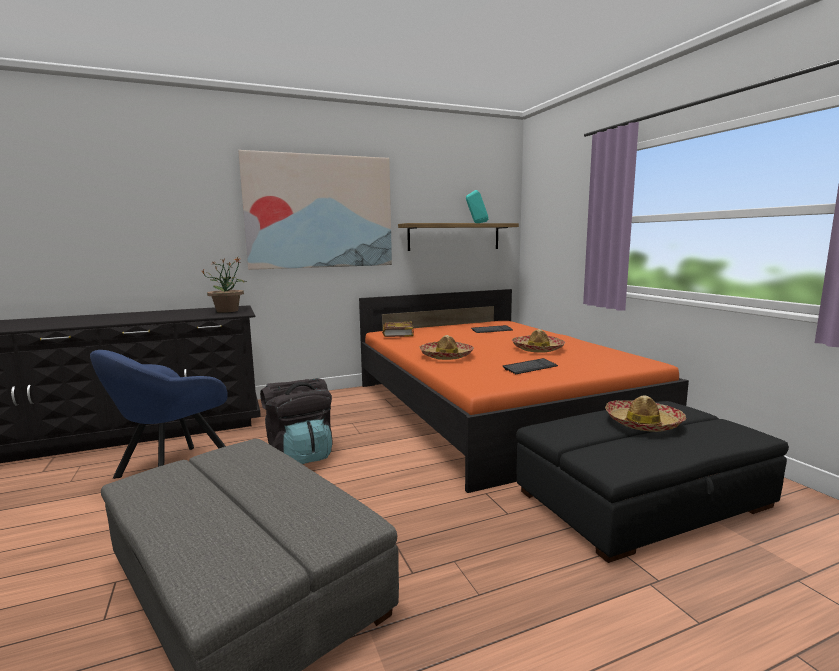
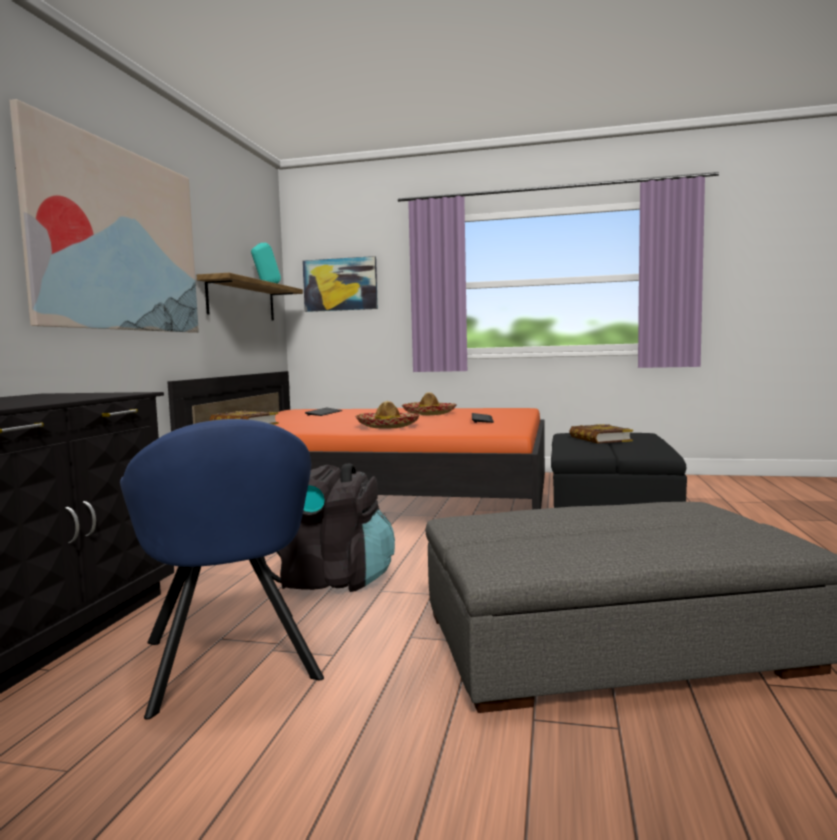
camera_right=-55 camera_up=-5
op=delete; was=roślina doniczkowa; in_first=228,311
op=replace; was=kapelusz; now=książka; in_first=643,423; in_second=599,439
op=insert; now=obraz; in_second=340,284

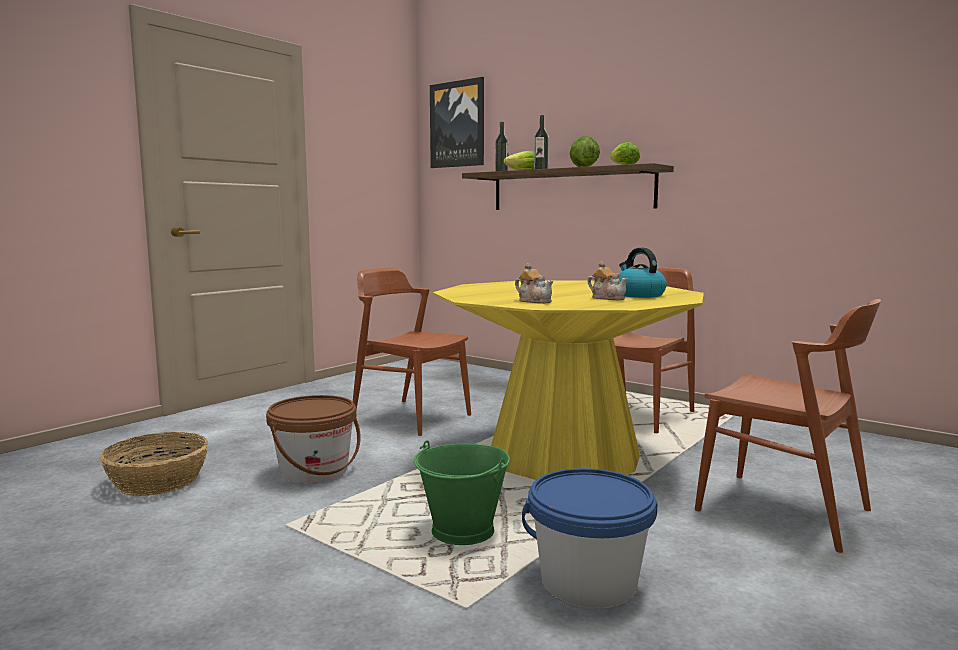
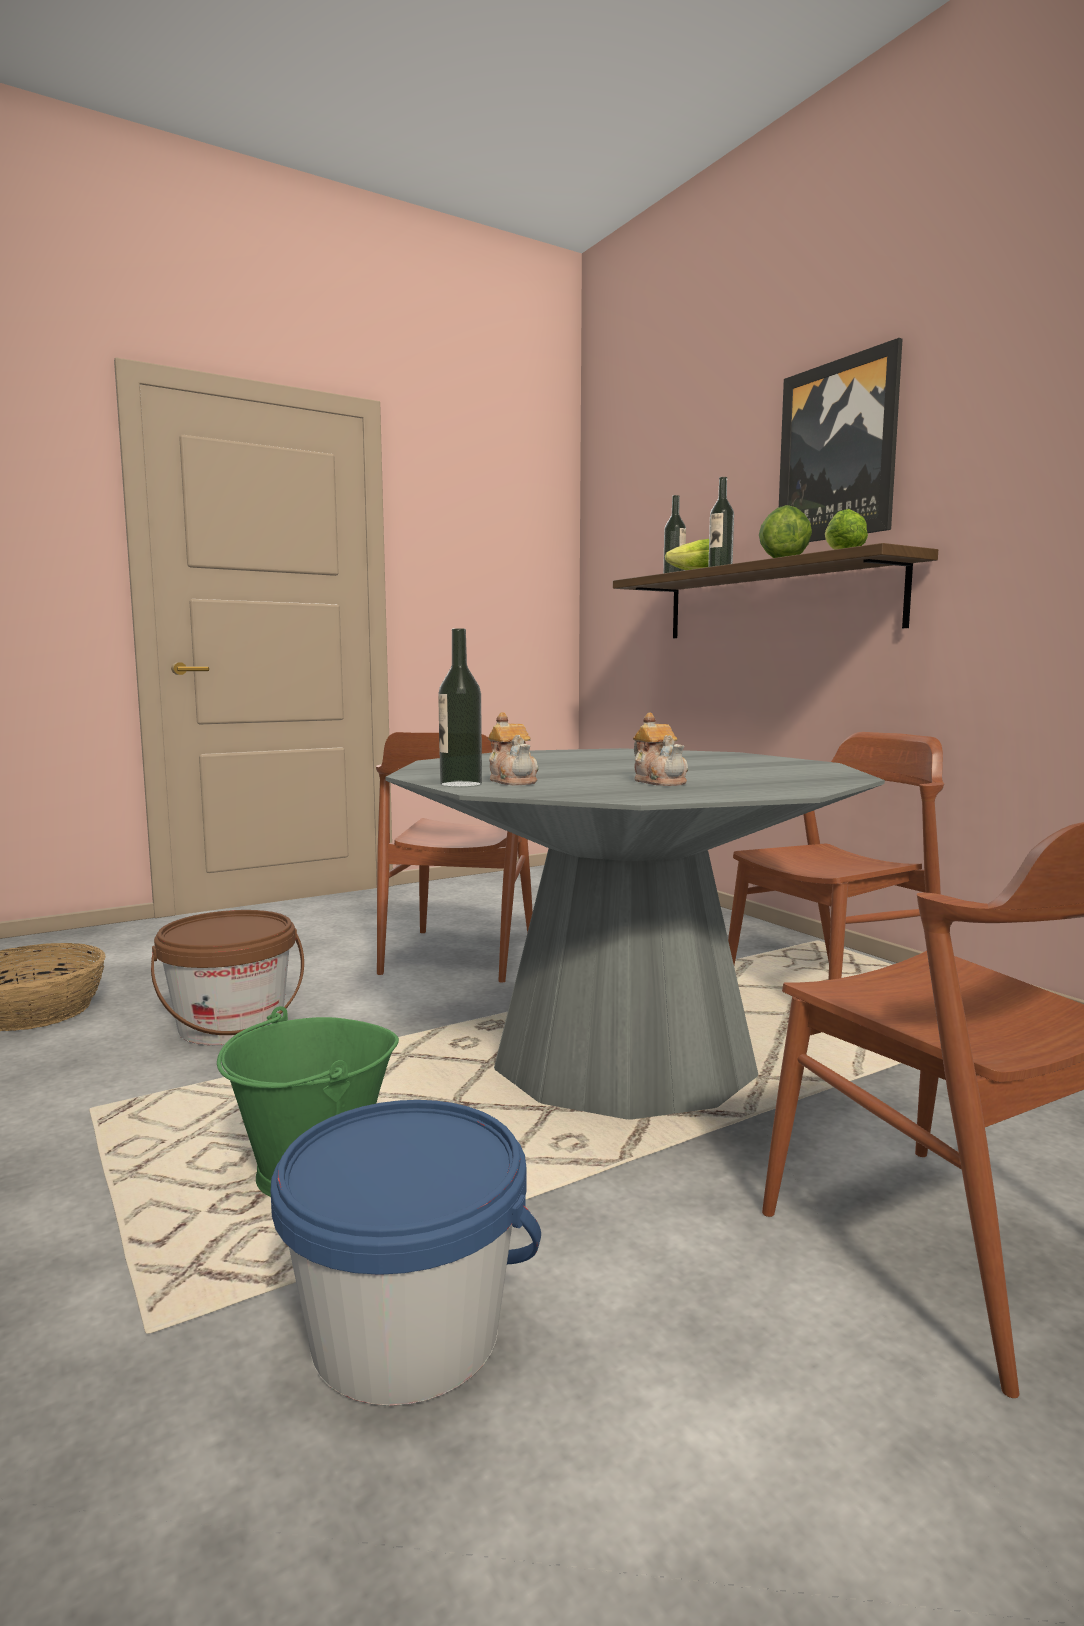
camera_right=20 camera_up=0
op=move; was=obraz; in_first=457,124; in_second=838,451
op=delete; was=czajnik; in_first=639,295
op=rotate; was=krzesło/brązowy; in_first=411,416; in_second=459,955; clockwise=-135
op=recolor; was=stół jadalny/żółty; now=stół jadalny/szary; in_first=564,456; in_second=624,1056
op=insert; now=butelka; in_second=461,784

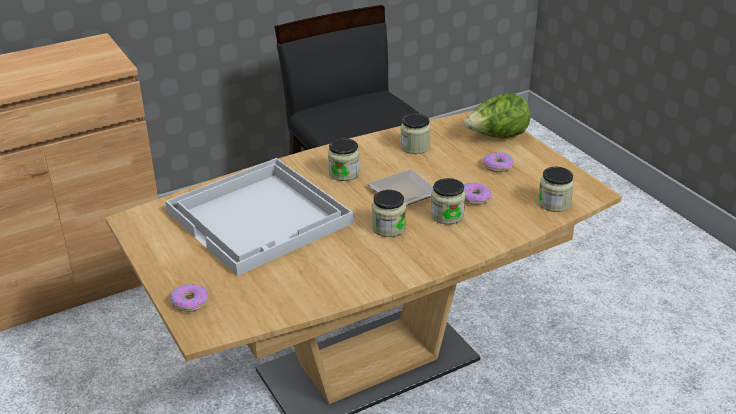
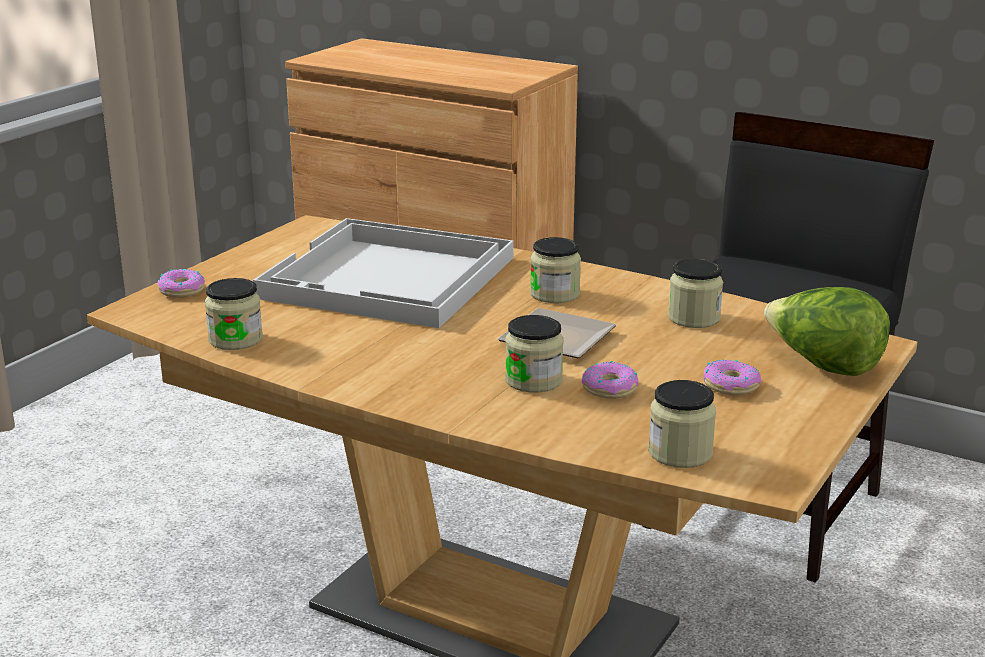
camera_right=60 camera_up=-10
op=move; was=słoik; in_first=388,228; in_second=235,339

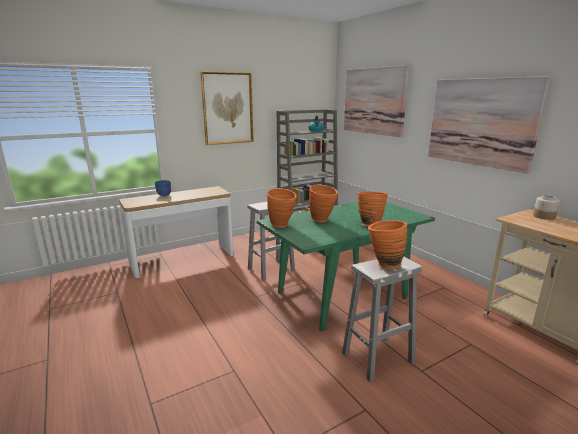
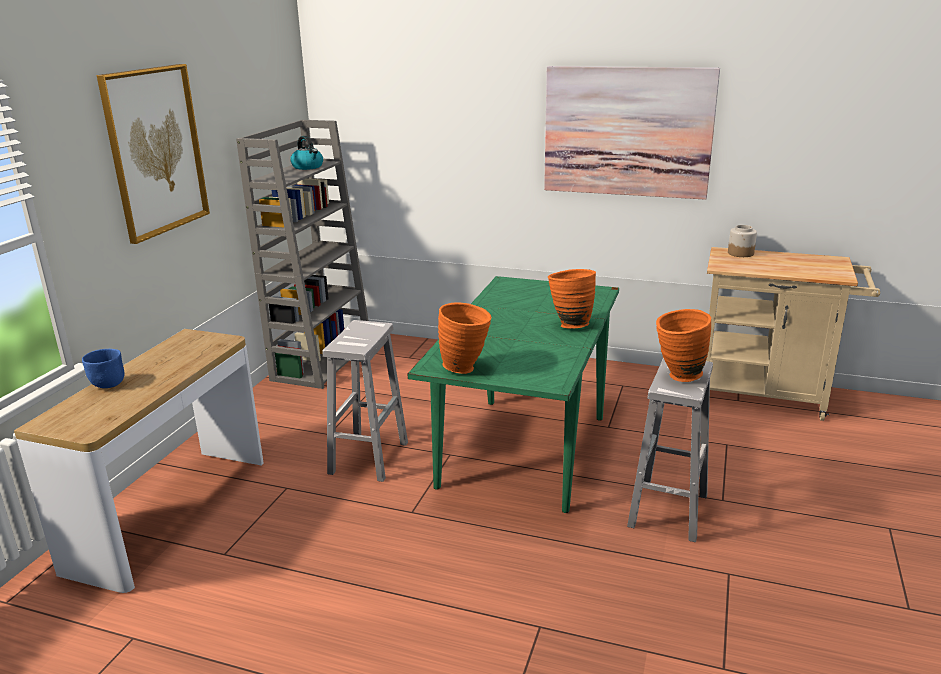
camera_right=-40 camera_up=5
op=delete; was=obraz; in_first=373,101
op=delete; was=wazon/pomarańczowy; in_first=322,220

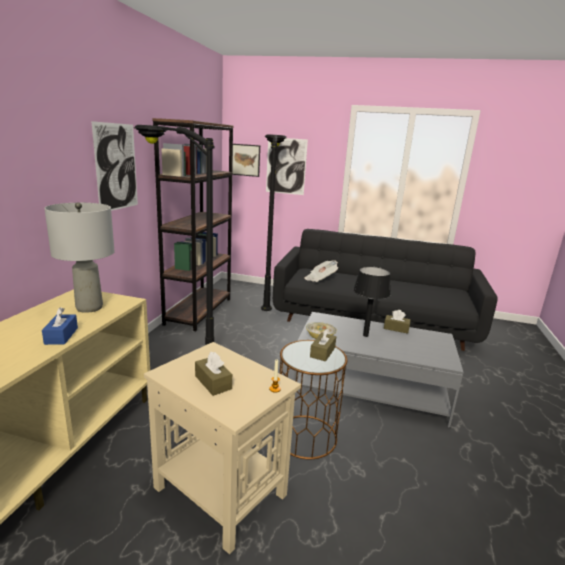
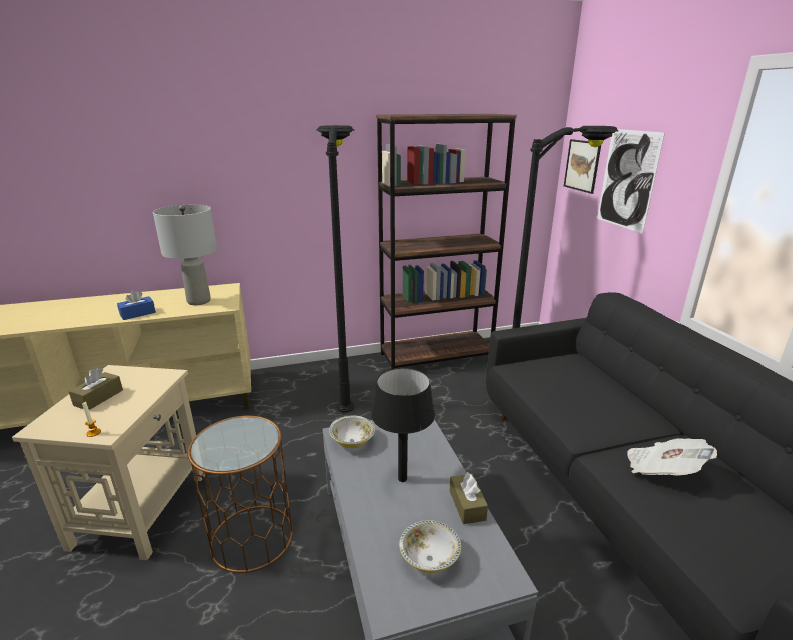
camera_right=60 camera_up=5
op=delete; was=obraz; in_first=116,167
op=move; was=gazeta; in_first=320,279; in_second=662,471
op=delete; was=pudełko chusteczek/brązowy; in_first=322,352
op=insert; now=miska; in_second=429,558

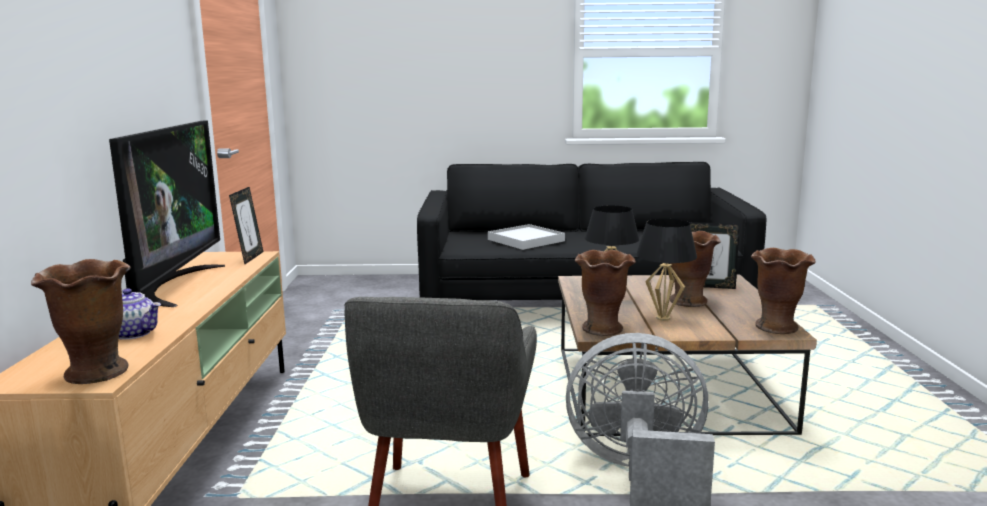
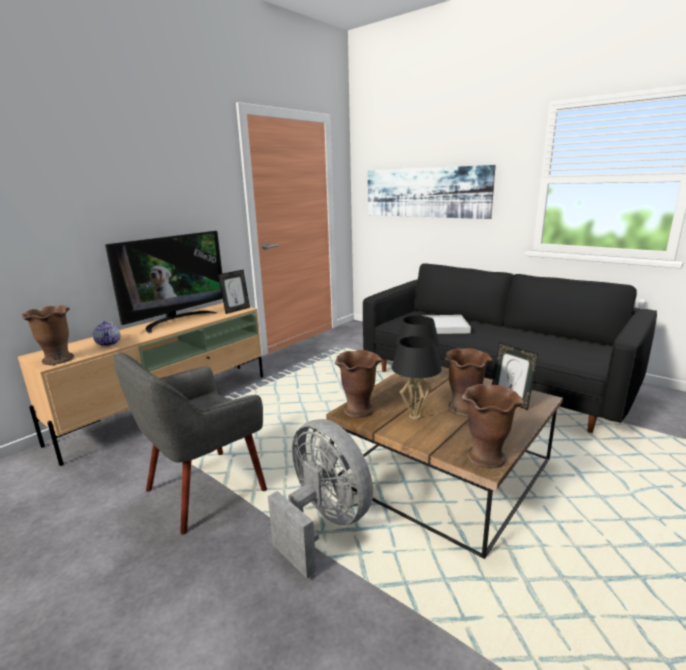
camera_right=40 camera_up=5
op=insert; now=obraz; in_second=425,192

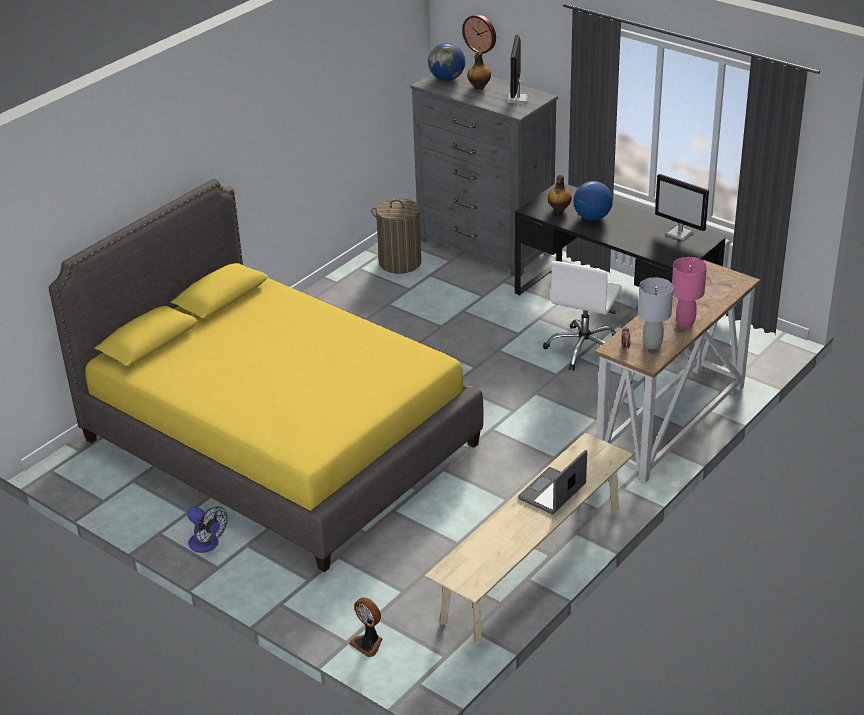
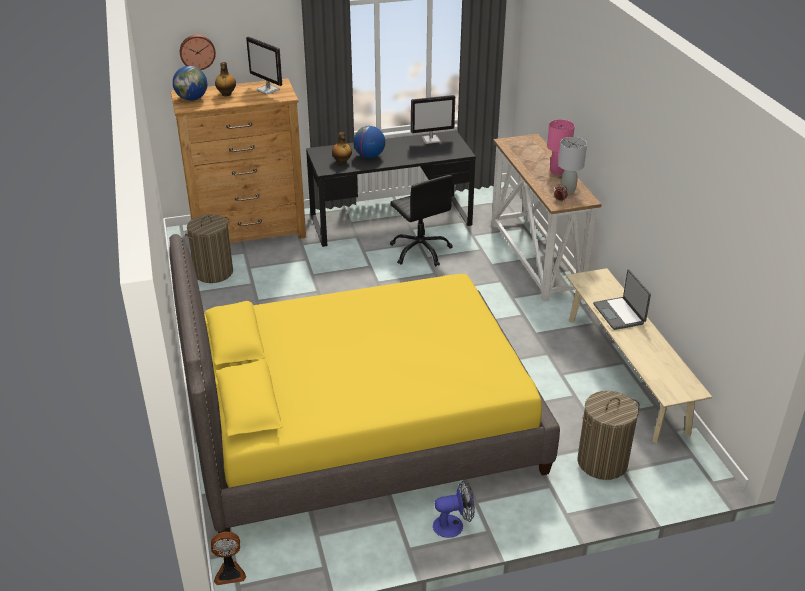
camera_right=-55 camera_up=0
op=recolor; was=komoda/szary; now=komoda/brązowy; in_first=485,246; in_second=249,232
op=recolor; was=krzesło biurowe/biały; now=krzesło biurowe/czarny; in_first=584,349; in_second=420,251
op=move; was=wentylator; in_first=368,643; in_second=230,572
op=insert; now=kosz na pranie; in_second=602,462

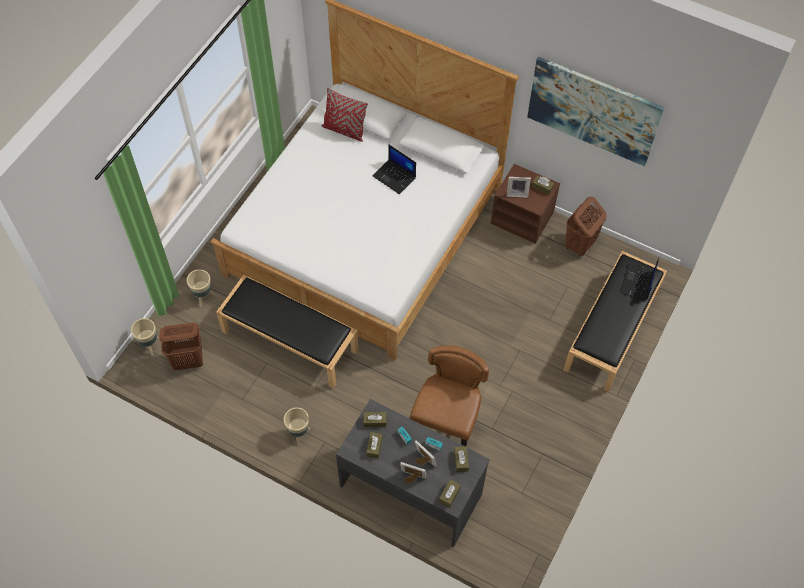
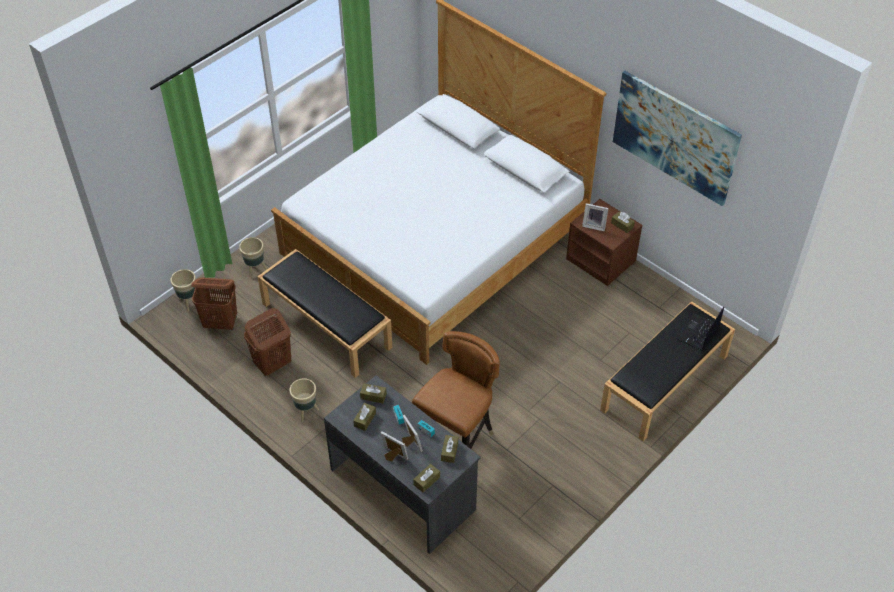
camera_right=15 camera_up=-10
op=delete; was=poduszka/czerwony; in_first=344,130
op=delete; was=laptop; in_first=395,177
op=move; was=kosz na pranie/brązowy; in_first=579,245; in_second=272,365

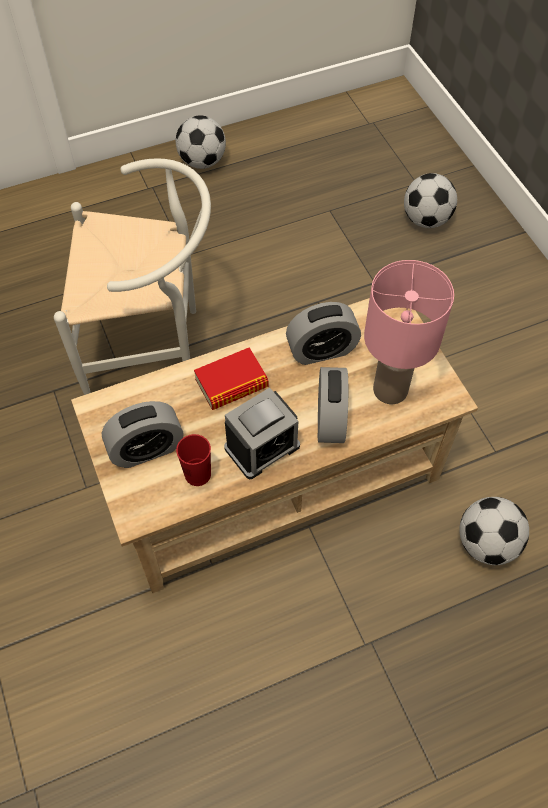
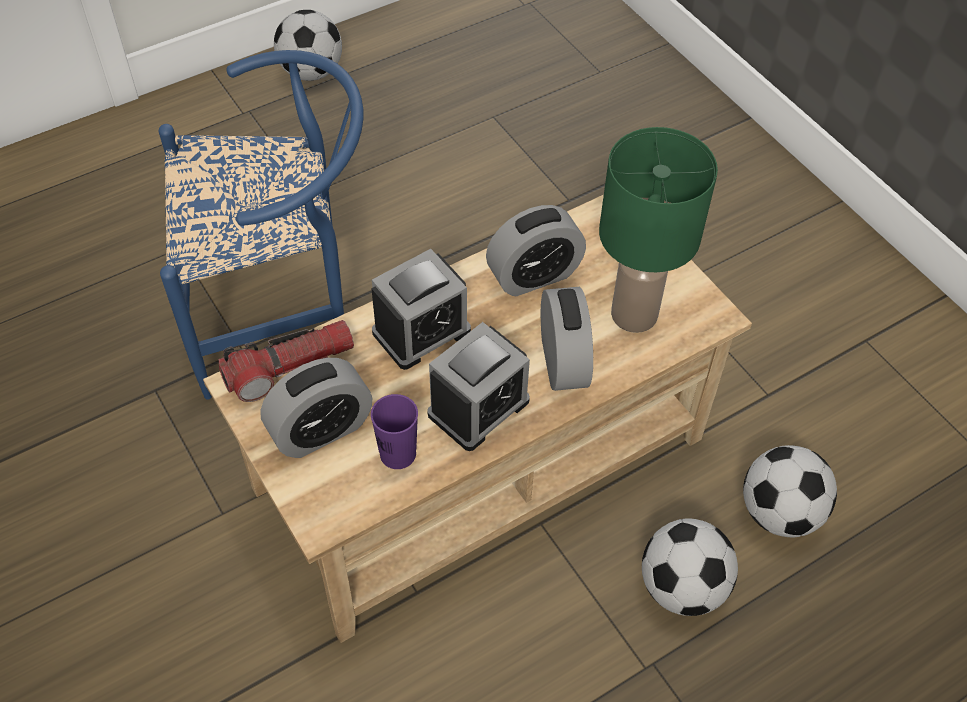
camera_right=-10 camera_up=-5
op=recolor; was=krzesło/biały; now=krzesło/niebieski; in_first=153,346; in_second=285,315
op=move; was=piłka futbolowa; in_first=426,220; in_second=682,588
op=recolor; was=lampa stołowa/różowy; now=lampa stołowa/zielony; in_first=391,390; in_second=635,315
op=replace; was=książka; now=budzik; in_first=231,383; in_second=421,331
op=recolor; was=filiżanka/czerwony; now=filiżanka/fioletowy; in_first=197,474; in_second=398,454
op=insert; now=latarka; in_second=289,367

